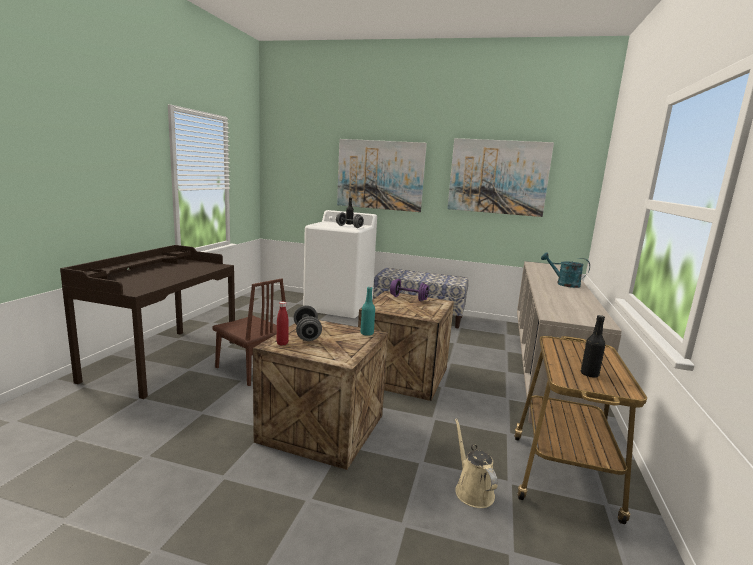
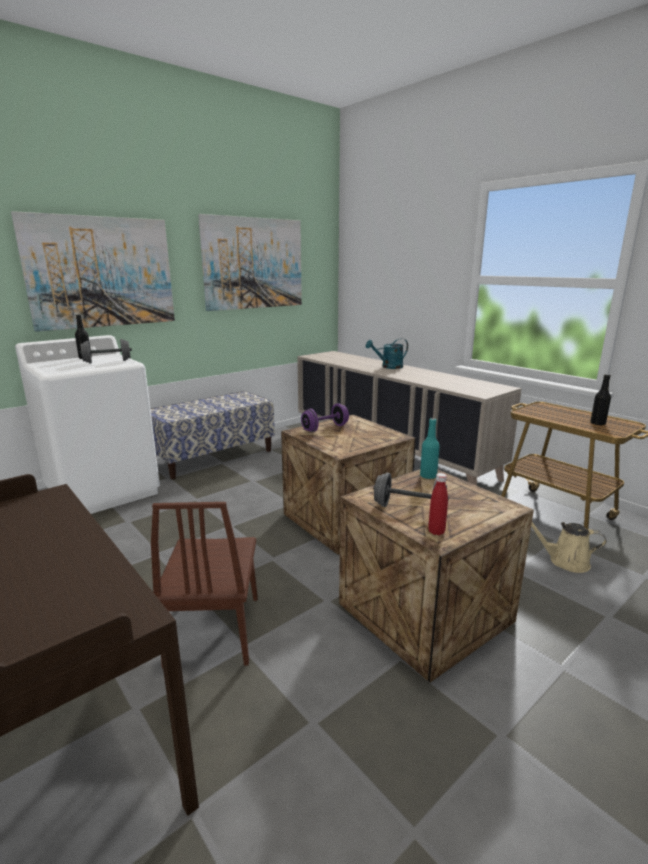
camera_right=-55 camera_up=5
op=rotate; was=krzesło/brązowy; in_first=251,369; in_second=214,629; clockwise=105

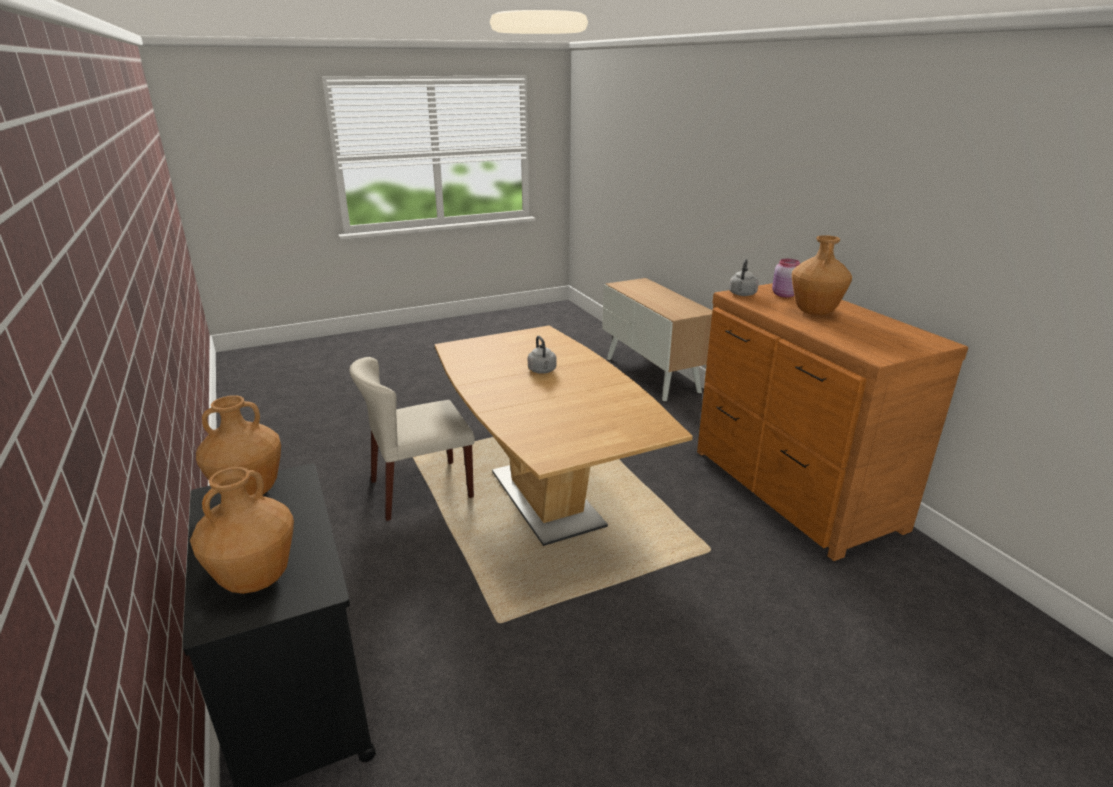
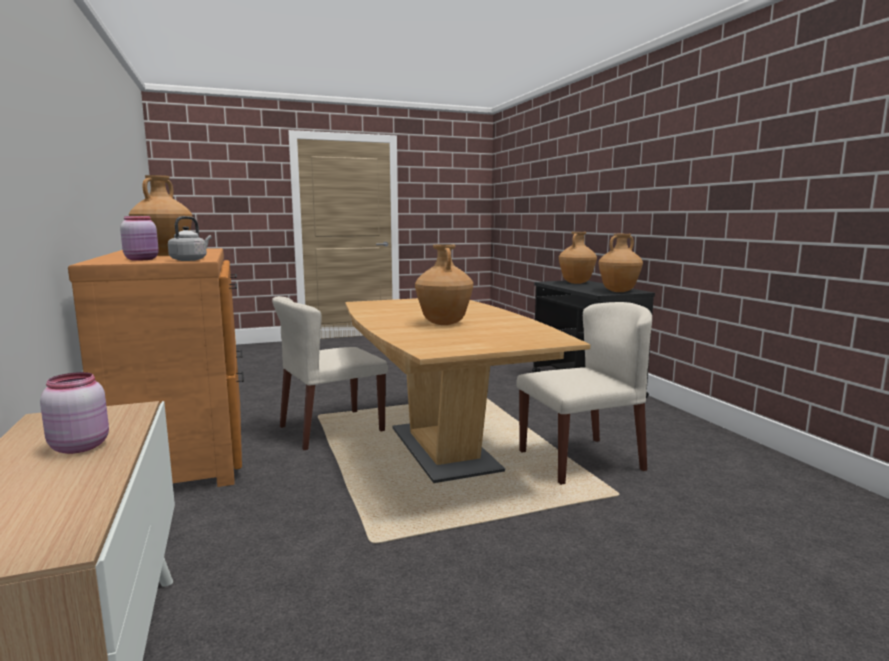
camera_right=-175 camera_up=-15
op=replace; was=czajnik/szary; now=wazon/brązowy; in_first=542,371; in_second=444,323
op=insert; now=krzesło/beżowy; in_second=331,429
op=insert; now=słoik/różowy; in_second=79,446

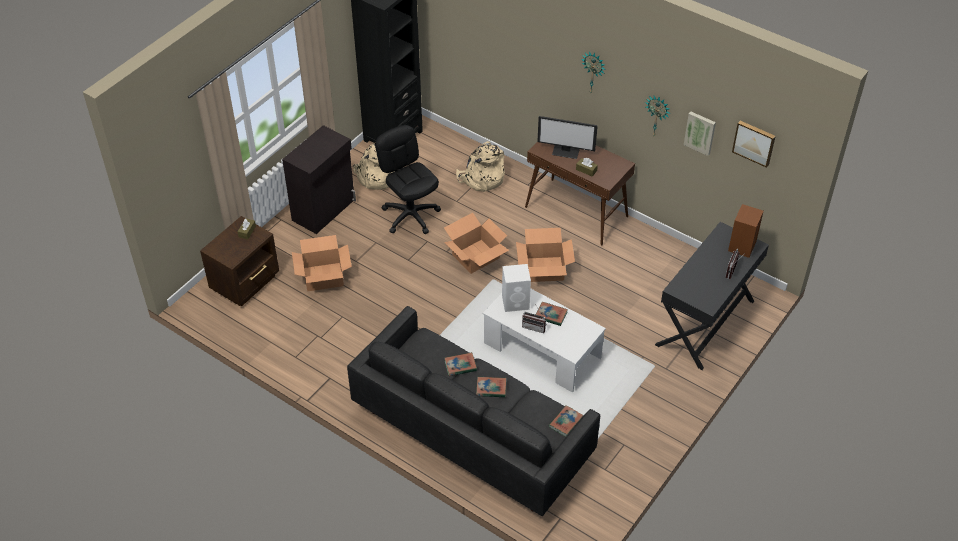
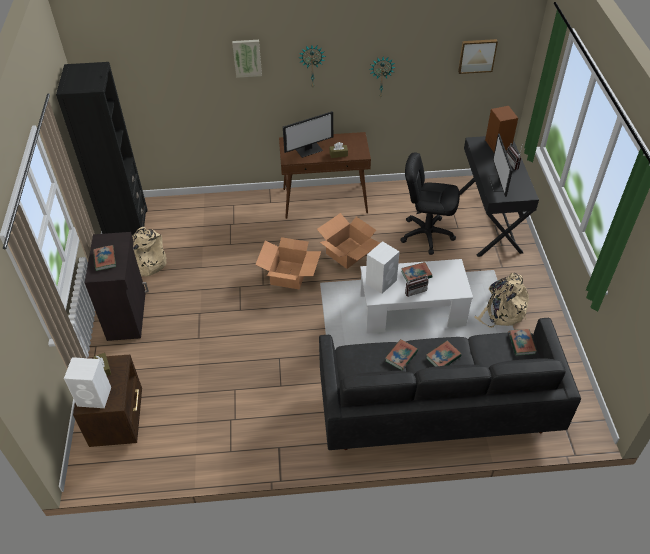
camera_right=-40 camera_up=0
op=move; was=obraz; in_first=700,132; in_second=247,57
op=move; was=krzesło biurowe/czarny; in_first=410,215; in_second=426,234
op=move; was=plecak/beżowy; in_first=481,179; in_second=502,311
op=delete; was=karton; in_first=323,276
op=insert; now=monitor; in_second=499,183
op=insert; now=książka; in_second=105,259
op=insert; now=głośnik/biały; in_second=95,397

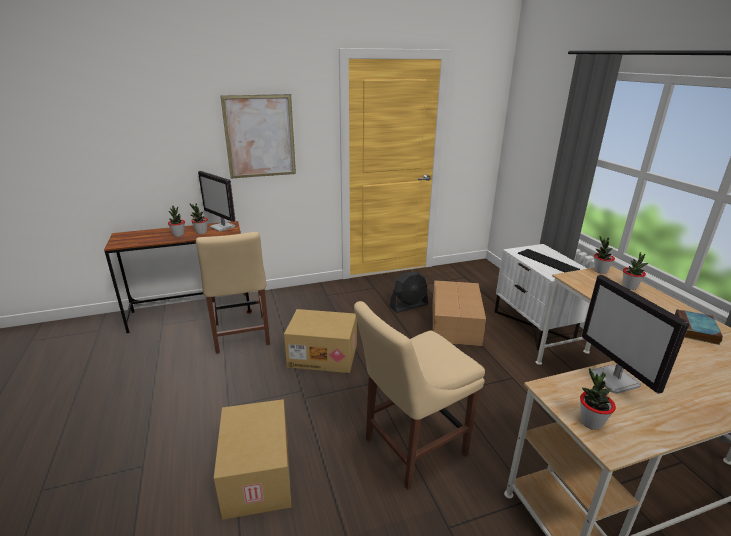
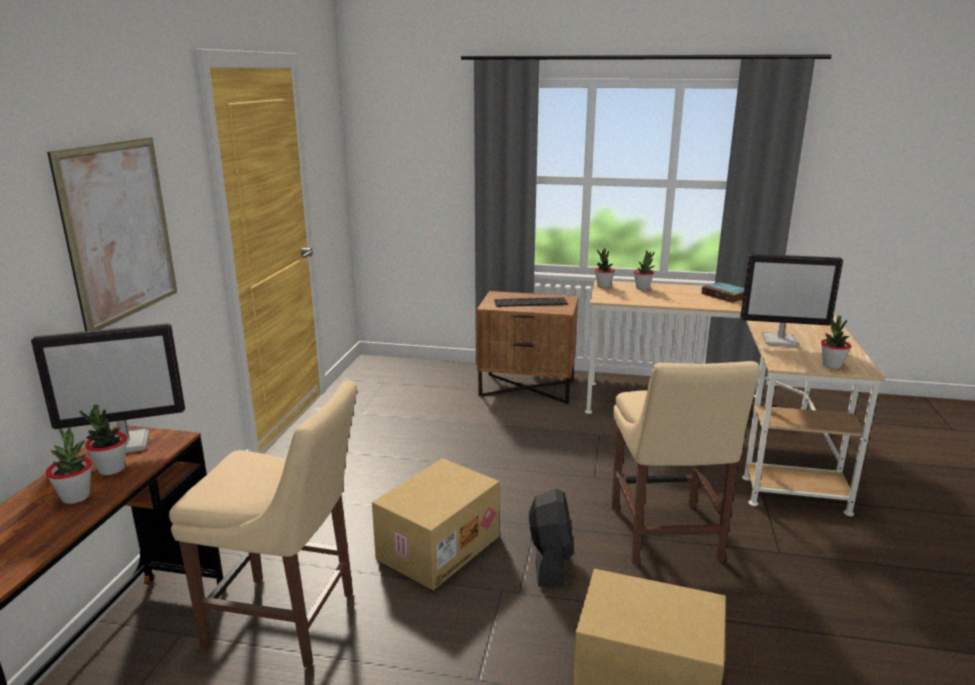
camera_right=-60 camera_up=-5
op=recolor; was=szafka nocna/biały; now=szafka nocna/brązowy; in_first=534,326; in_second=527,388
op=move; was=wentylator/czarny; in_first=409,306; in_second=550,562
op=delete; was=karton; in_first=455,323

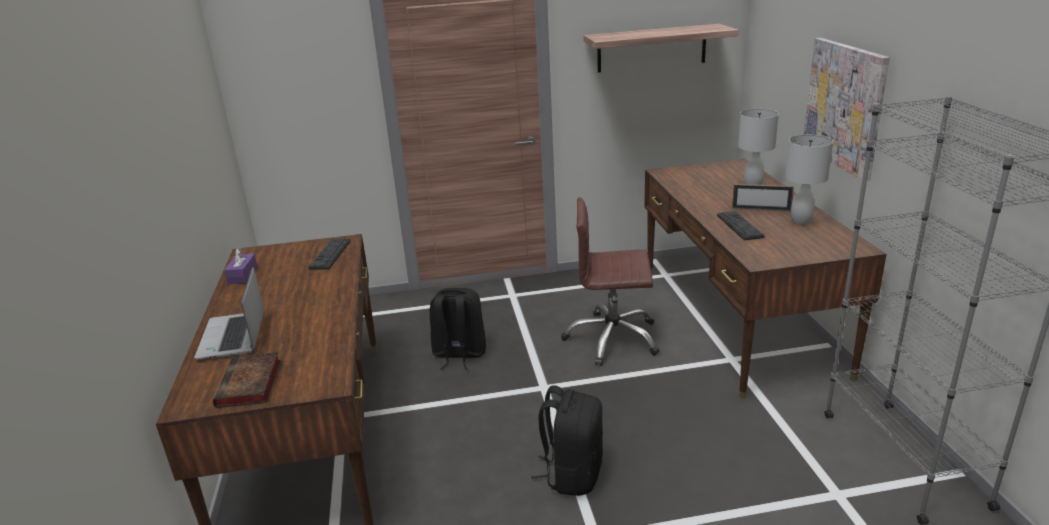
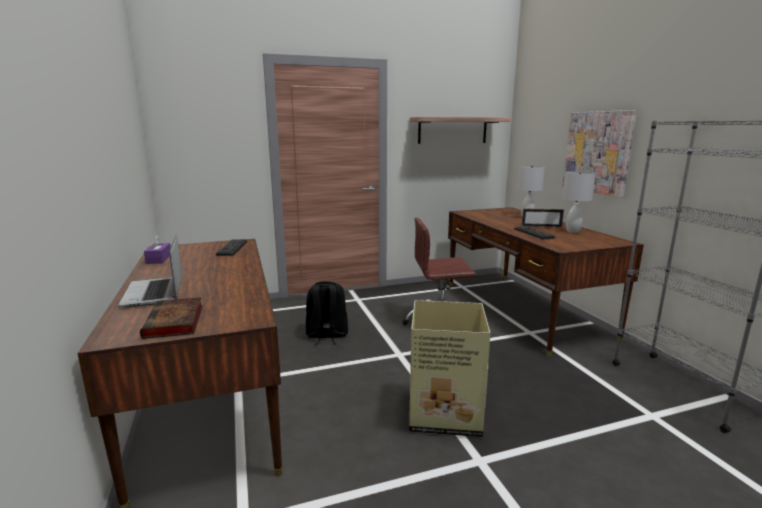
camera_right=-10 camera_up=-10
op=replace; was=plecak/czarny; now=karton; in_first=572,474; in_second=442,413

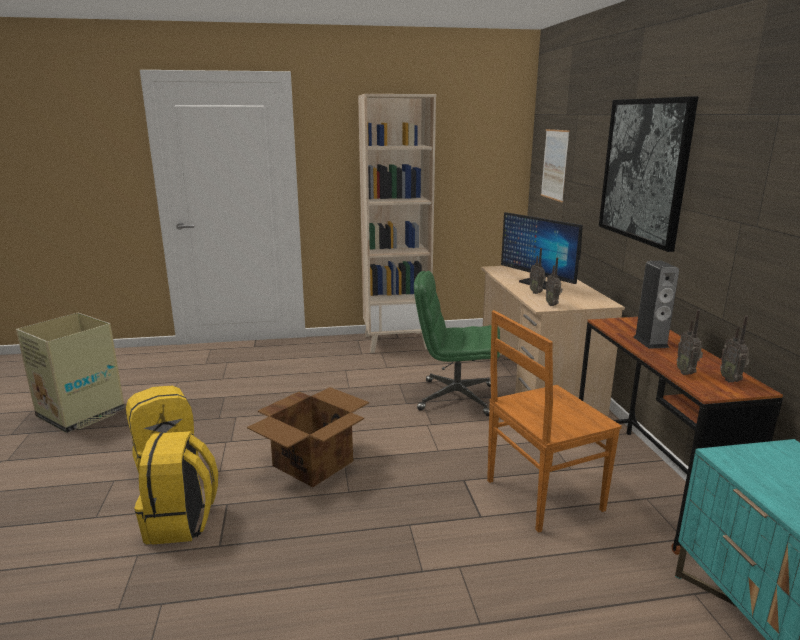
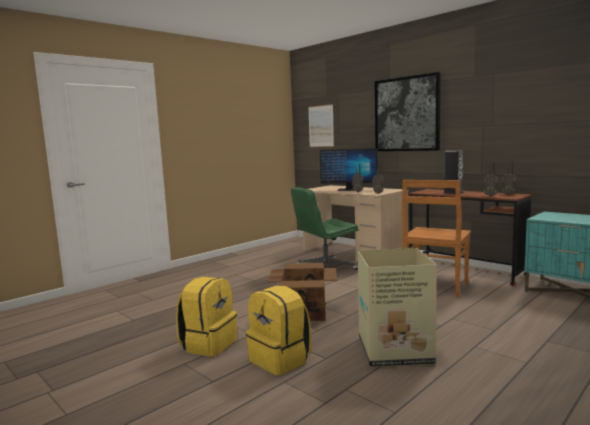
camera_right=-35 camera_up=-10
op=delete; was=regał/beżowy; in_first=396,342
op=move; was=karton; in_first=81,414; in_second=396,351

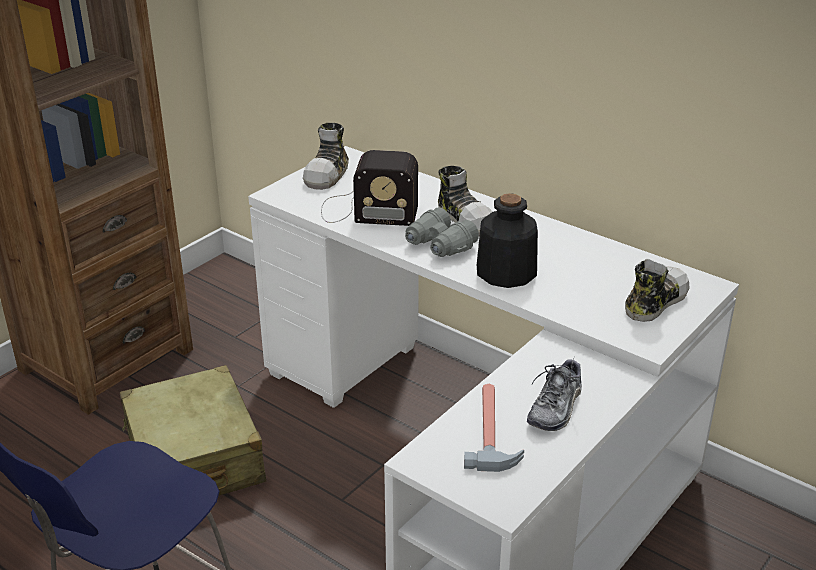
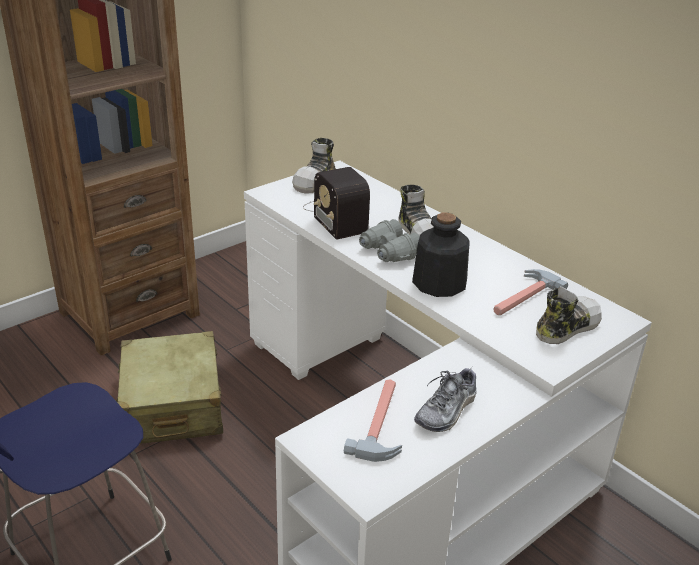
camera_right=10 camera_up=0
op=rotate; was=radio; in_first=365,211; in_second=336,215; clockwise=45
op=insert; now=młotek; in_second=522,296

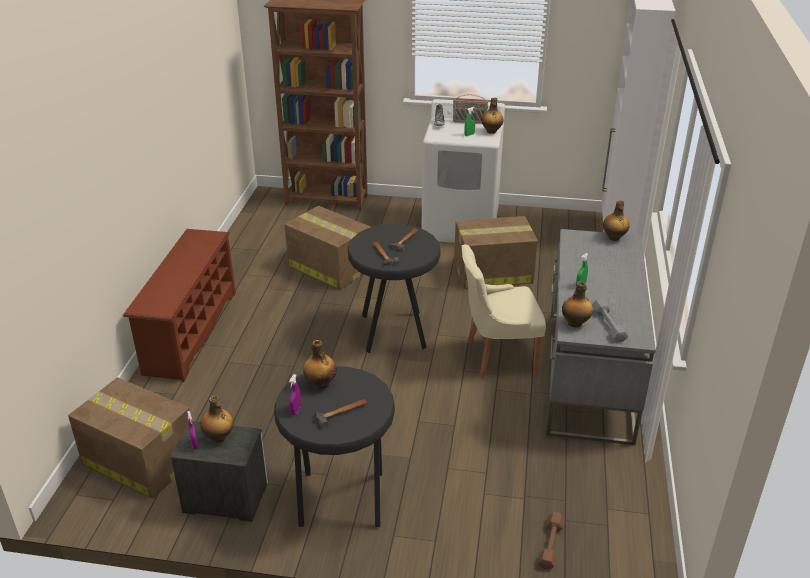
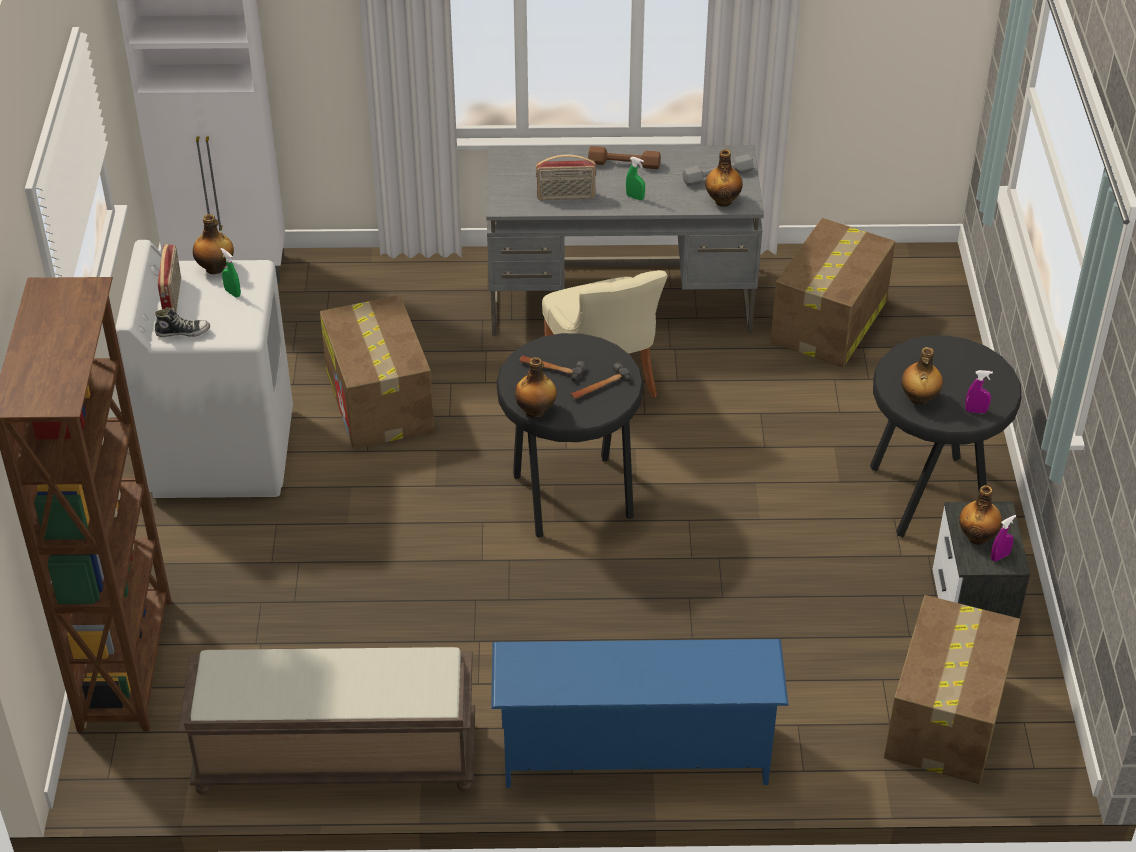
camera_right=-100 camera_up=10
op=move; was=butelka; in_first=613,238; in_second=536,411
op=move; was=karton; in_first=329,267; in_second=828,323
op=recolor; was=regał na buty/brązowy; now=regał na buty/niebieski; in_first=190,331; in_second=634,756
op=delete; was=młotek; in_first=342,413
op=move; was=hantel/brązowy; in_first=551,544; in_second=624,163
op=insert; now=radio; in_second=566,196
op=insert; now=ławka/brązowy; in_second=334,759

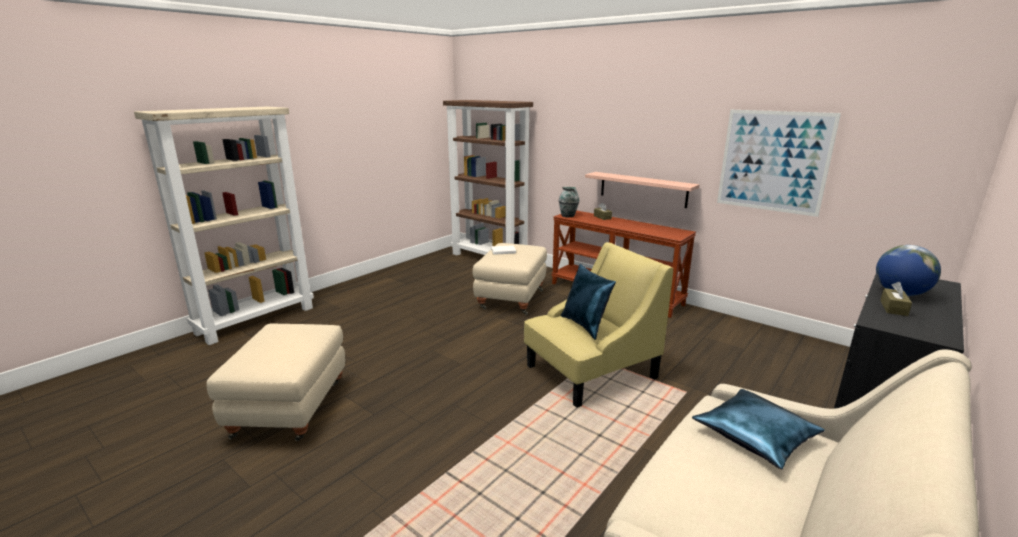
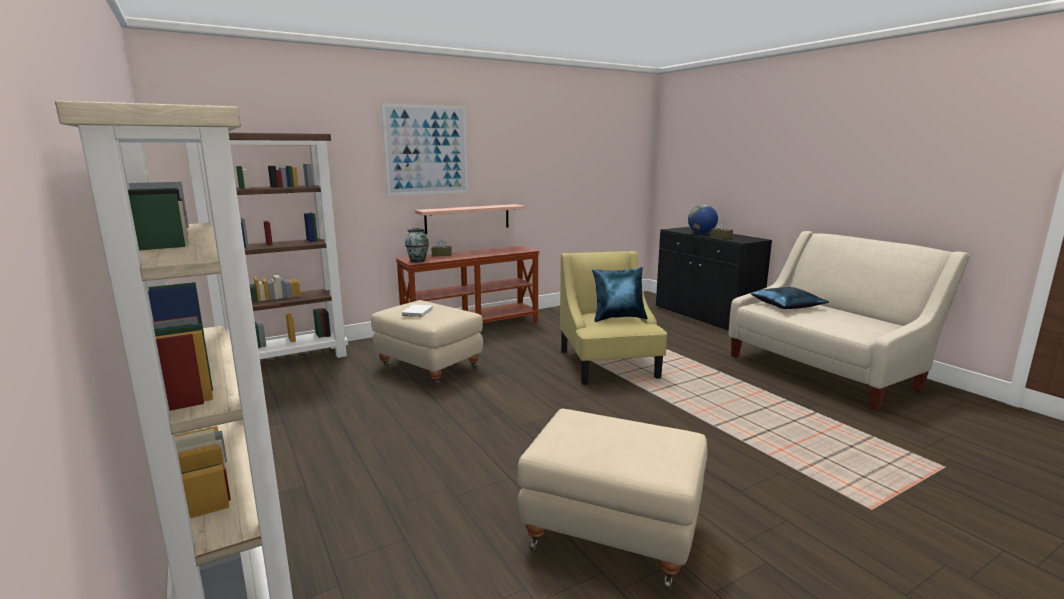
camera_right=-70 camera_up=-5
op=move; was=obraz; in_first=773,161; in_second=426,150

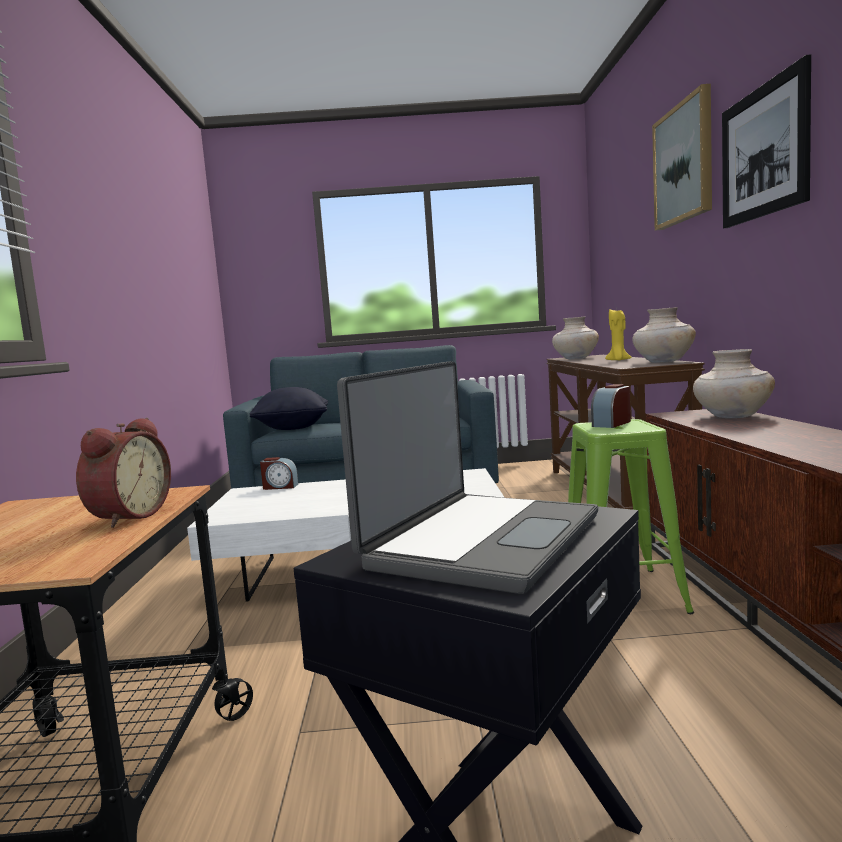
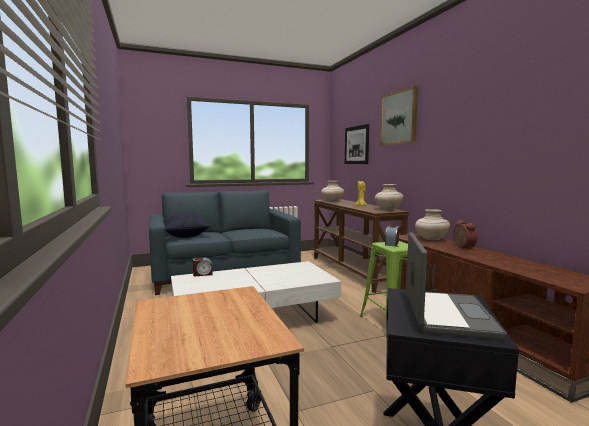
camera_right=-20 camera_up=0
op=move; was=obraz; in_first=763,152; in_second=356,145
op=move; was=budzik; in_first=127,517; in_second=462,247

